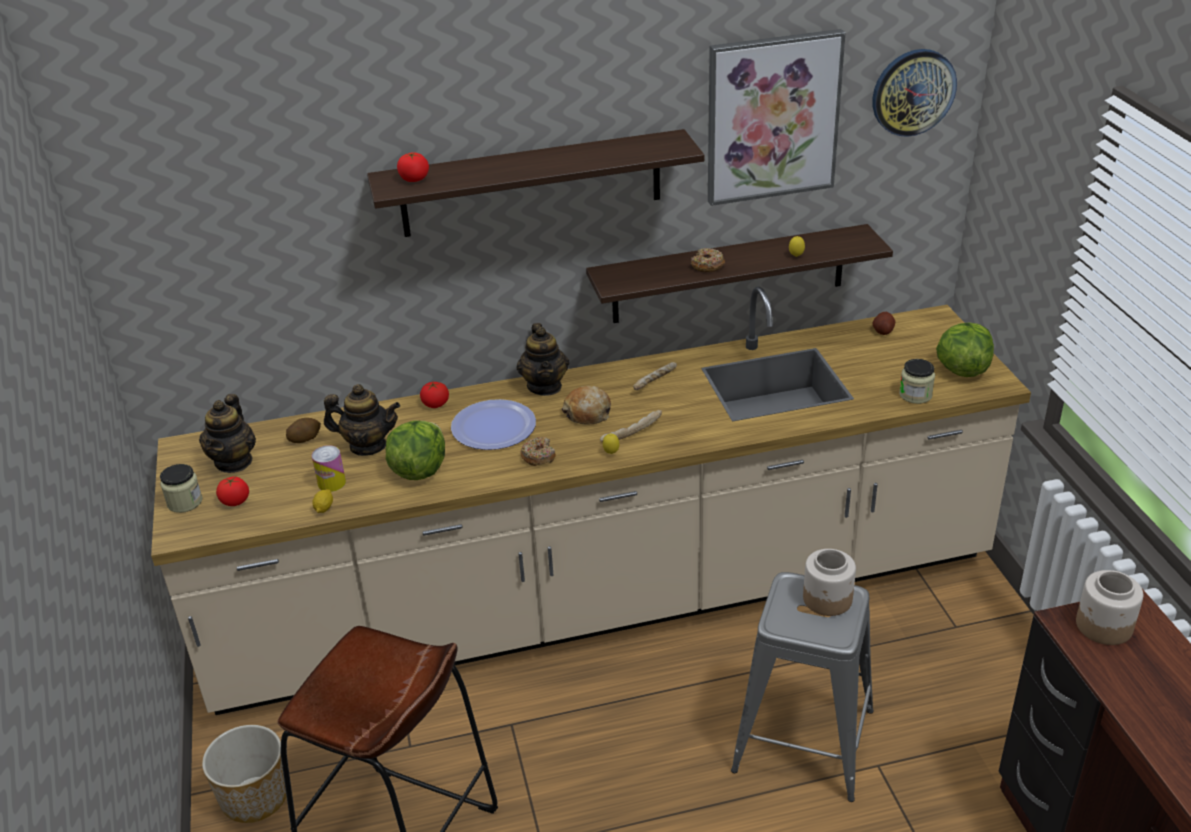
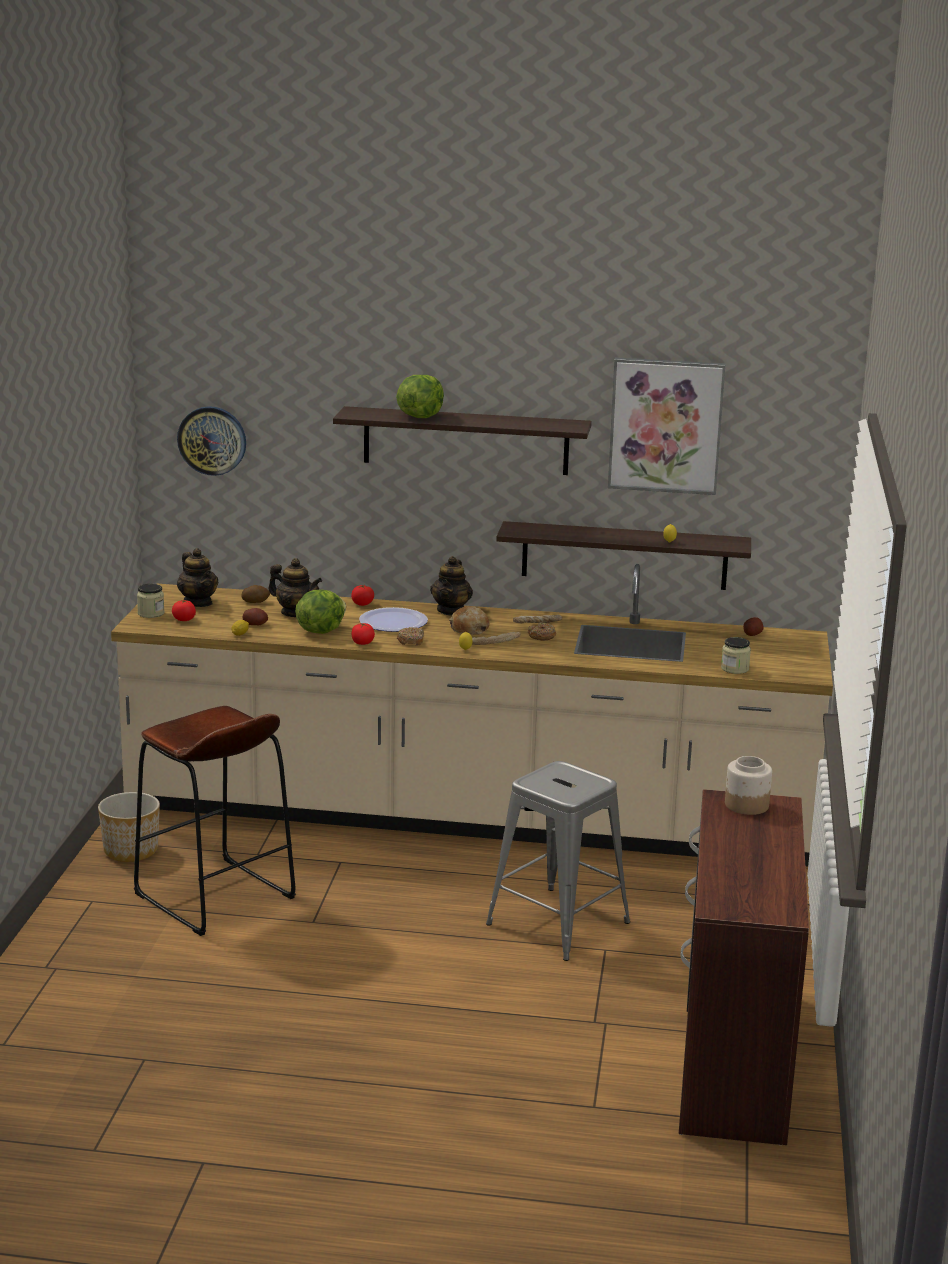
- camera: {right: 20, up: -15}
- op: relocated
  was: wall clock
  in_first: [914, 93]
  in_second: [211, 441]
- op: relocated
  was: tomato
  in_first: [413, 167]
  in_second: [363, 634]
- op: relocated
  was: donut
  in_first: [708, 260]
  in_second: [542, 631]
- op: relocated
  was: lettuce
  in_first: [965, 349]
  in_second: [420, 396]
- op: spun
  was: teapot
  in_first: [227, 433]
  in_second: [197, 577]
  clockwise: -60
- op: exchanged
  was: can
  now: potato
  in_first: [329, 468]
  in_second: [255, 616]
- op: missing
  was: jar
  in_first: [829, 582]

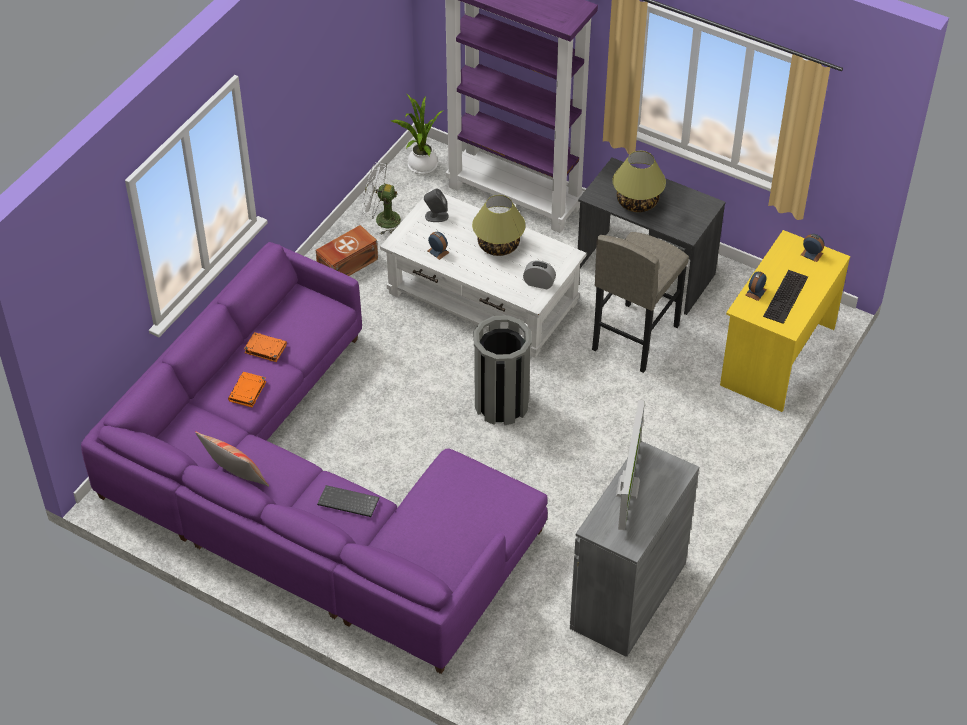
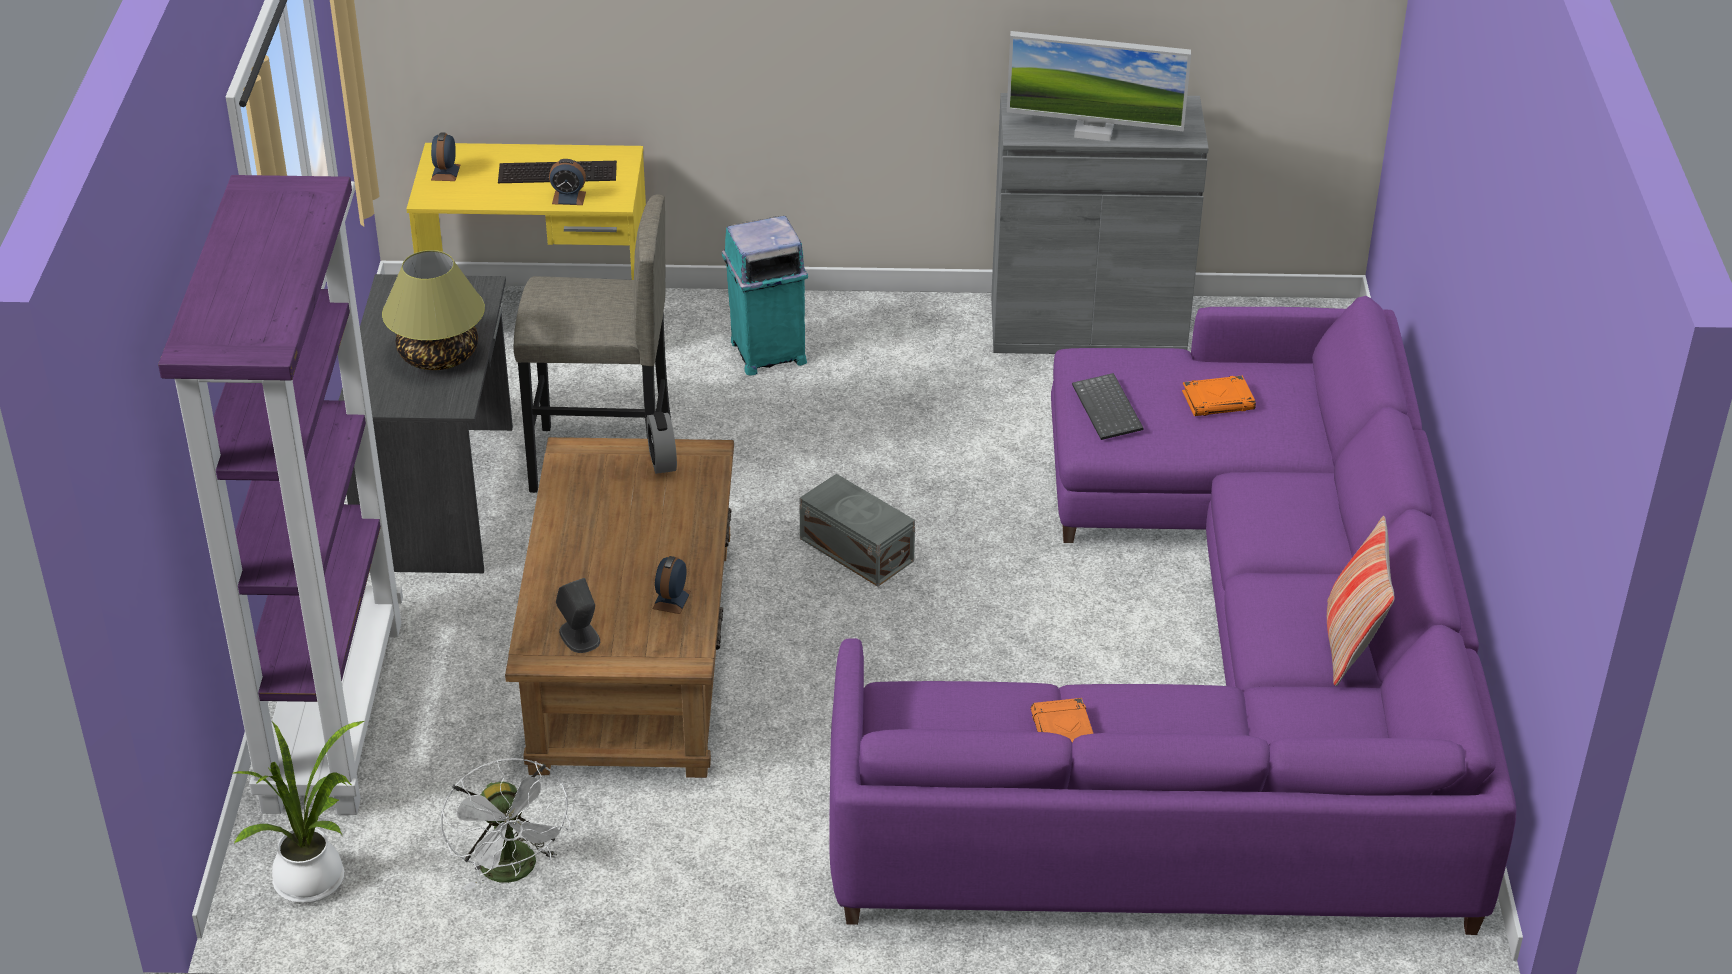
- camera: {right: -120, up: -10}
- op: colour
  was: white coffee table
  now: brown coffee table
  in_first: [483, 273]
  in_second: [619, 607]
- op: missing
  was: table lamp
  in_first: [499, 225]
- op: missing
  was: brown storage box
  in_first: [347, 250]
- op: exchanged
  was: grey trash can
  now: grey storage box
  in_first: [502, 370]
  in_second: [857, 530]
- op: relocated
  was: orange book
  in_first: [247, 389]
  in_second: [1219, 396]
- op: spun
  was: monitor
  in_first: [630, 465]
  in_second: [1099, 86]
  clockwise: -150
- op: relocated
  was: keyboard
  in_first: [348, 501]
  in_second: [1108, 406]
- op: appeared
  now: turquoise trash can
  in_second: [765, 296]

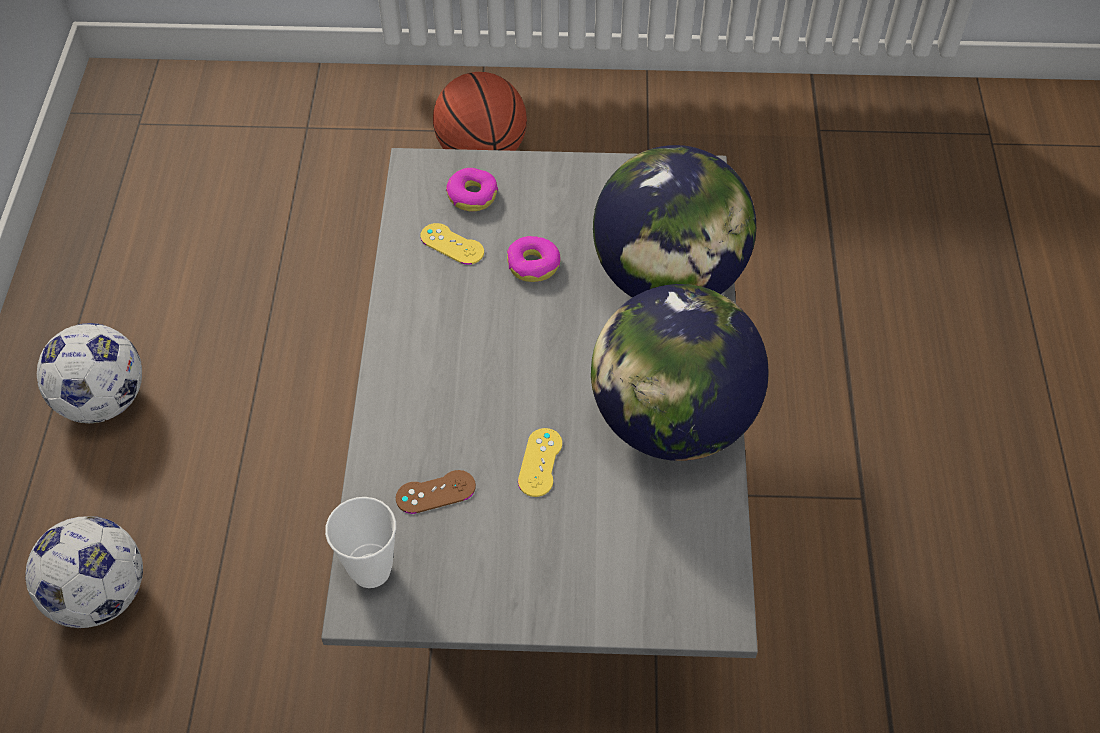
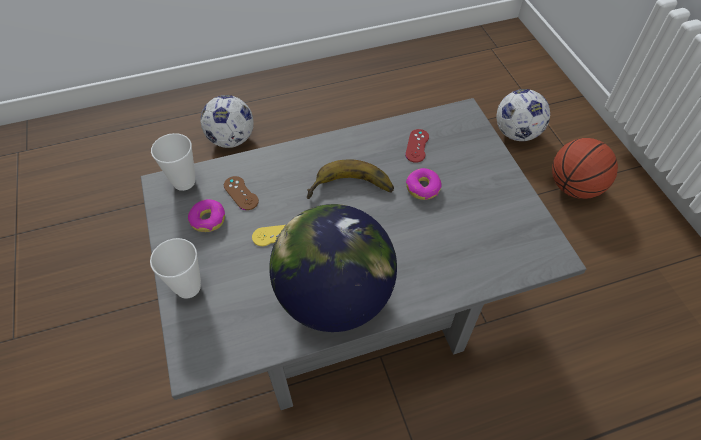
- camera: {right: 70, up: 0}
- op: missing
  was: globe
  in_first: [674, 221]
- op: relocated
  was: donut
  in_first: [472, 189]
  in_second: [206, 215]
- op: colour
  was: yellow game controller
  now: red game controller
  in_first: [452, 244]
  in_second: [417, 146]
- op: relocated
  was: football
  in_first: [89, 373]
  in_second: [523, 115]
- op: appeared
  now: banana
  in_second: [350, 179]
- op: appeared
  now: cup
  in_second: [175, 268]

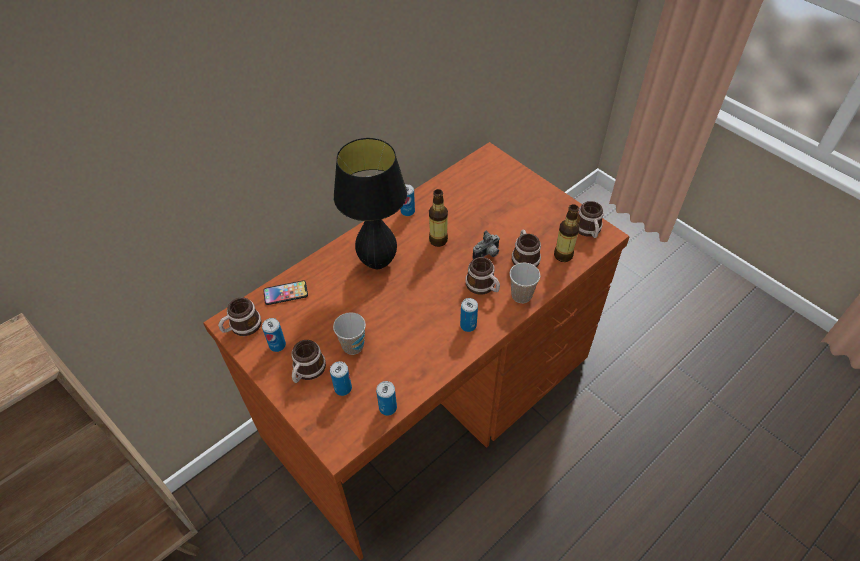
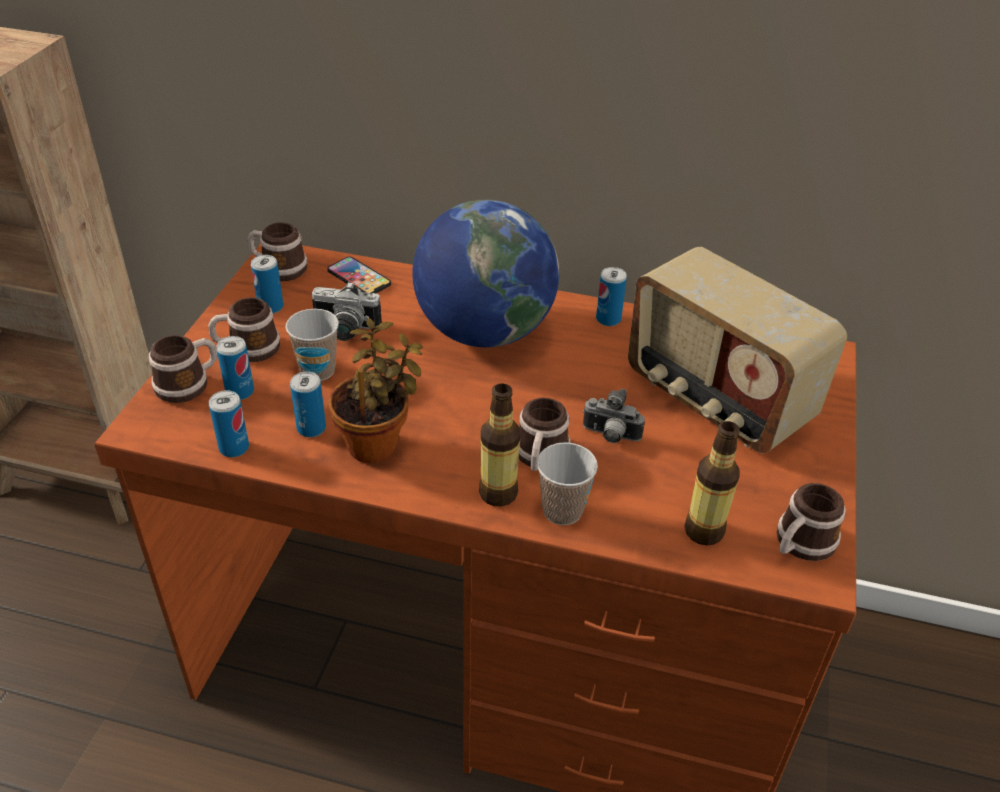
- camera: {right: 55, up: -10}
- op: exchanged
  was: black table lamp
  now: globe
  in_first: [370, 203]
  in_second: [485, 273]
- op: relocated
  was: bottle
  in_first: [438, 218]
  in_second: [500, 444]
- op: relocated
  was: mug
  in_first: [526, 248]
  in_second: [183, 369]
- op: relocated
  was: can
  in_first: [469, 315]
  in_second: [308, 404]
- op: appeared
  now: radio
  in_second: [737, 350]
- op: appeared
  now: photo camera
  in_second: [347, 311]
- op: appeared
  now: potted plant
  in_second: [375, 390]

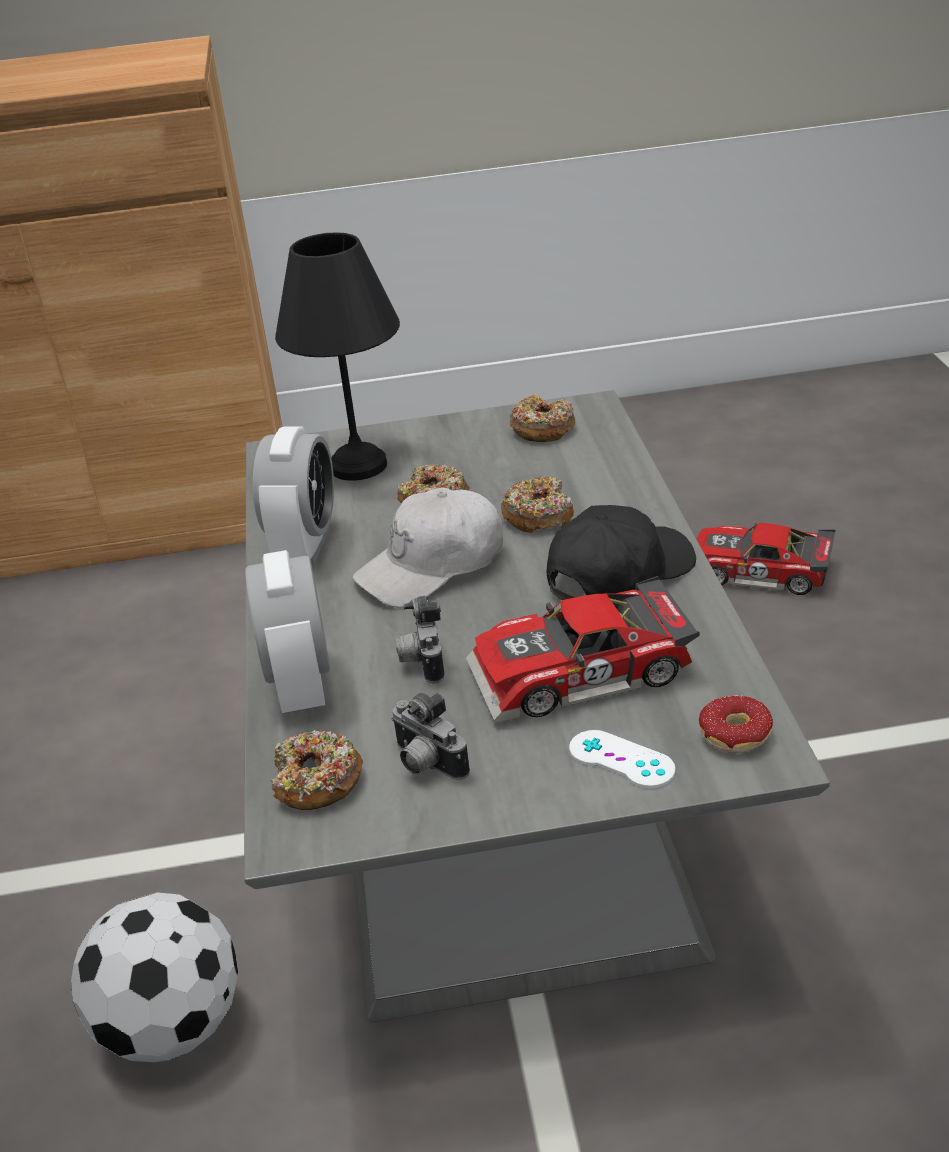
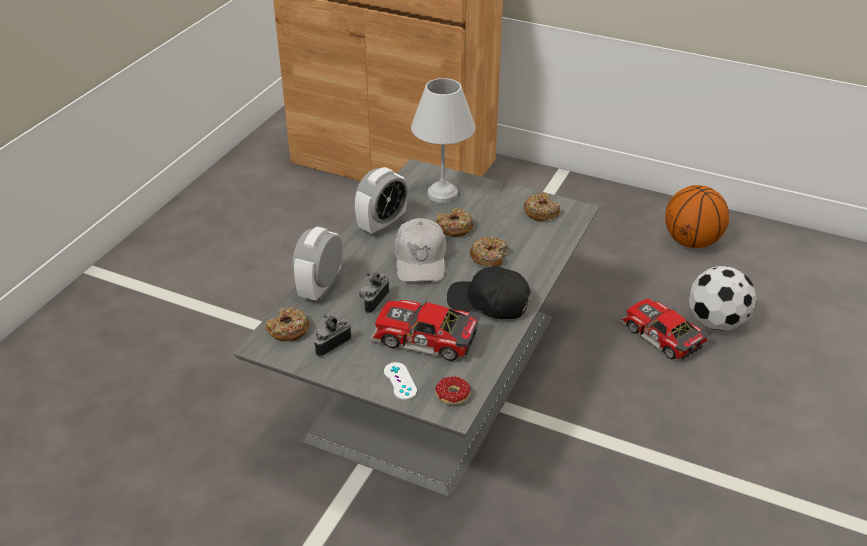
- camera: {right: 30, up: 5}
- op: colour
  was: black table lamp
  now: white table lamp
  in_first: [337, 356]
  in_second: [443, 140]
- op: spun
  was: white cap
  in_first: [427, 547]
  in_second: [420, 250]
  clockwise: -90
- op: spun
  was: black cap
  in_first: [621, 552]
  in_second: [489, 292]
  clockwise: -150
- op: spun
  was: photo camera
  in_first: [430, 736]
  in_second: [332, 336]
  clockwise: 60
- op: relocated
  was: football
  in_first: [154, 977]
  in_second: [723, 298]
- op: appeared
  now: basketball
  in_second: [697, 216]

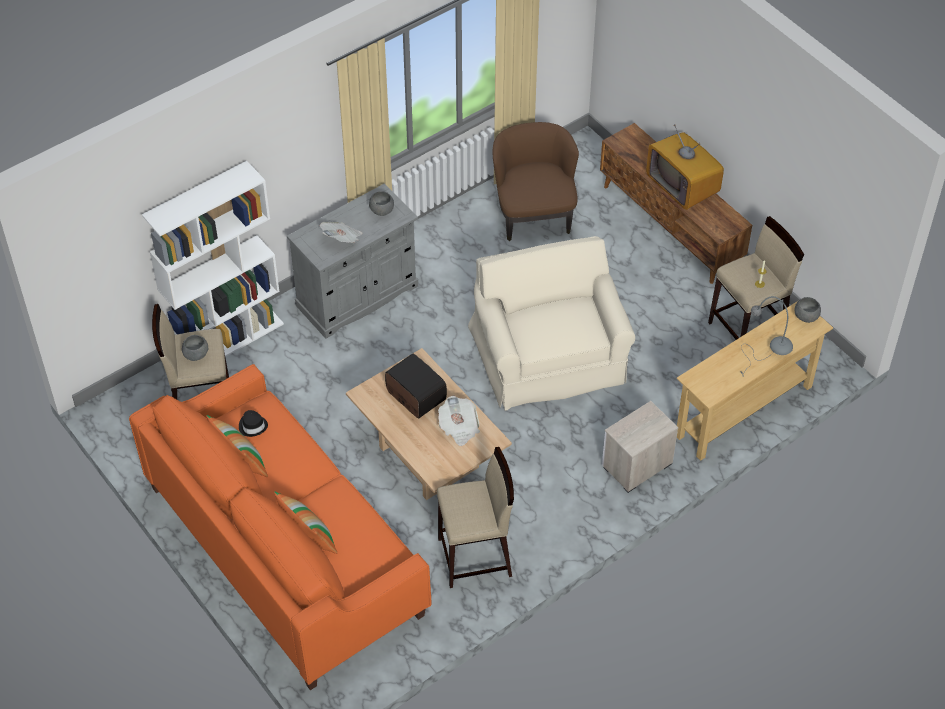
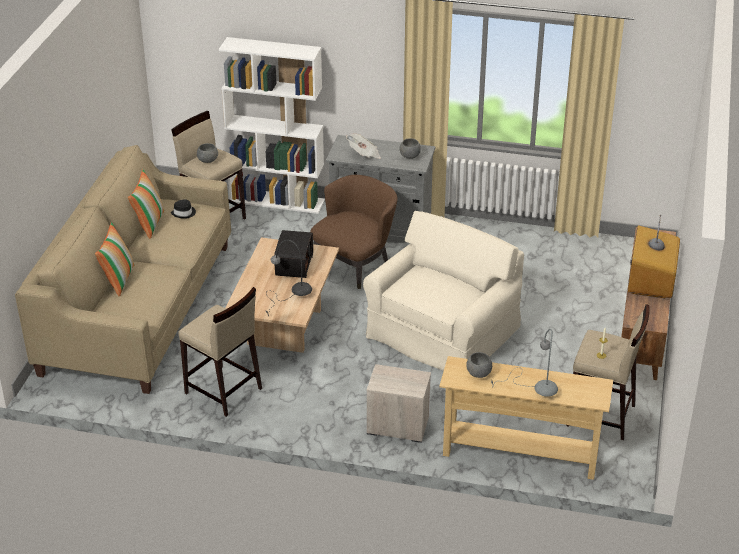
- camera: {right: 50, up: -15}
- op: relocated
  was: brown armchair
  in_first: [536, 181]
  in_second: [354, 232]
- op: relocated
  was: grey bowl
  in_first: [808, 310]
  in_second: [479, 365]
- op: colour
  was: orange sofa
  now: beige sofa
  in_first: [280, 527]
  in_second: [123, 269]
- op: exchanged
  was: newspaper
  now: grey table lamp
  in_first: [459, 421]
  in_second: [289, 278]

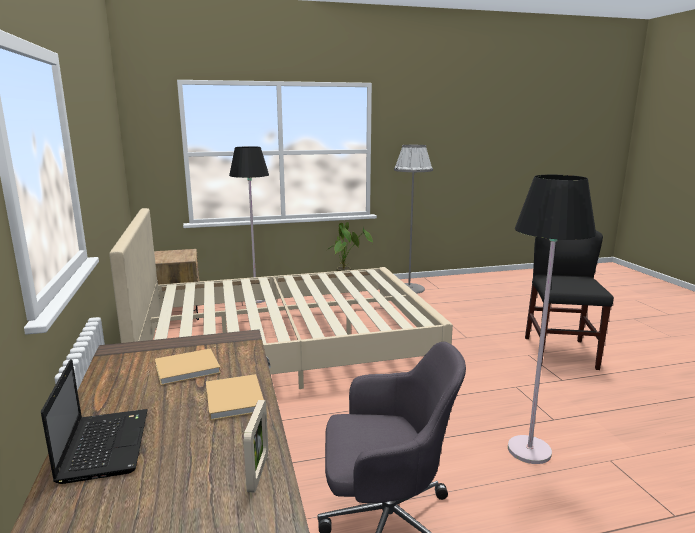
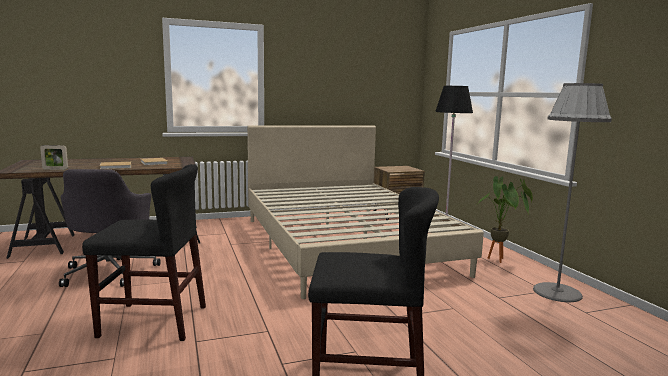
- camera: {right: 85, up: -5}
- op: exchanged
  was: black floor lamp
  now: black chair
  in_first: [552, 319]
  in_second: [144, 252]
- op: missing
  was: laptop
  in_first: [94, 421]

